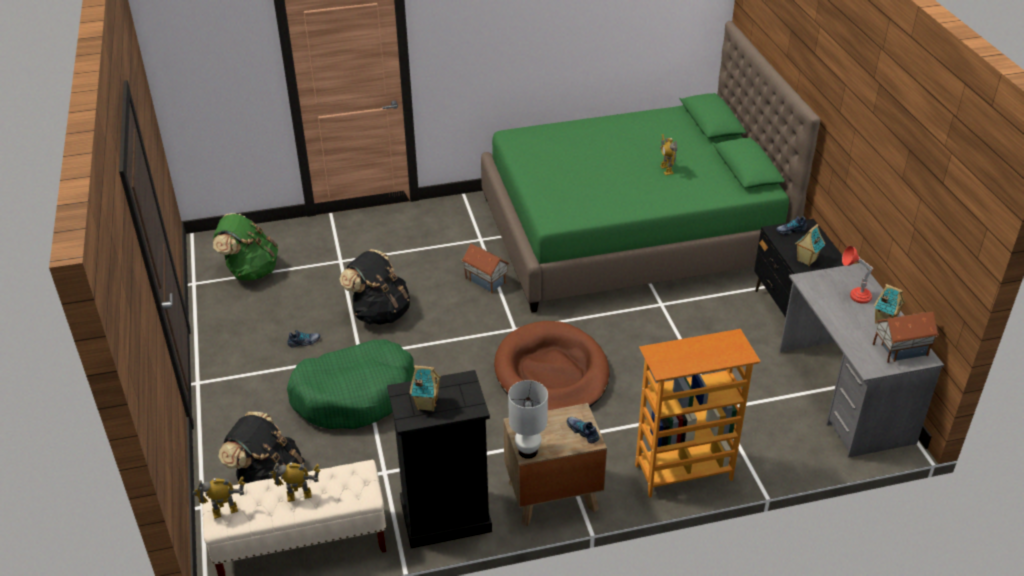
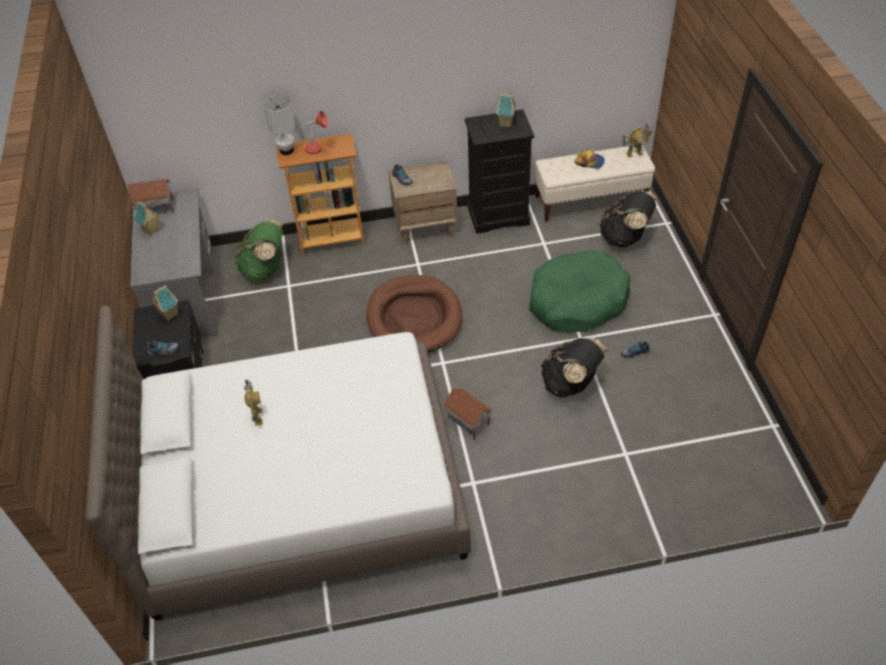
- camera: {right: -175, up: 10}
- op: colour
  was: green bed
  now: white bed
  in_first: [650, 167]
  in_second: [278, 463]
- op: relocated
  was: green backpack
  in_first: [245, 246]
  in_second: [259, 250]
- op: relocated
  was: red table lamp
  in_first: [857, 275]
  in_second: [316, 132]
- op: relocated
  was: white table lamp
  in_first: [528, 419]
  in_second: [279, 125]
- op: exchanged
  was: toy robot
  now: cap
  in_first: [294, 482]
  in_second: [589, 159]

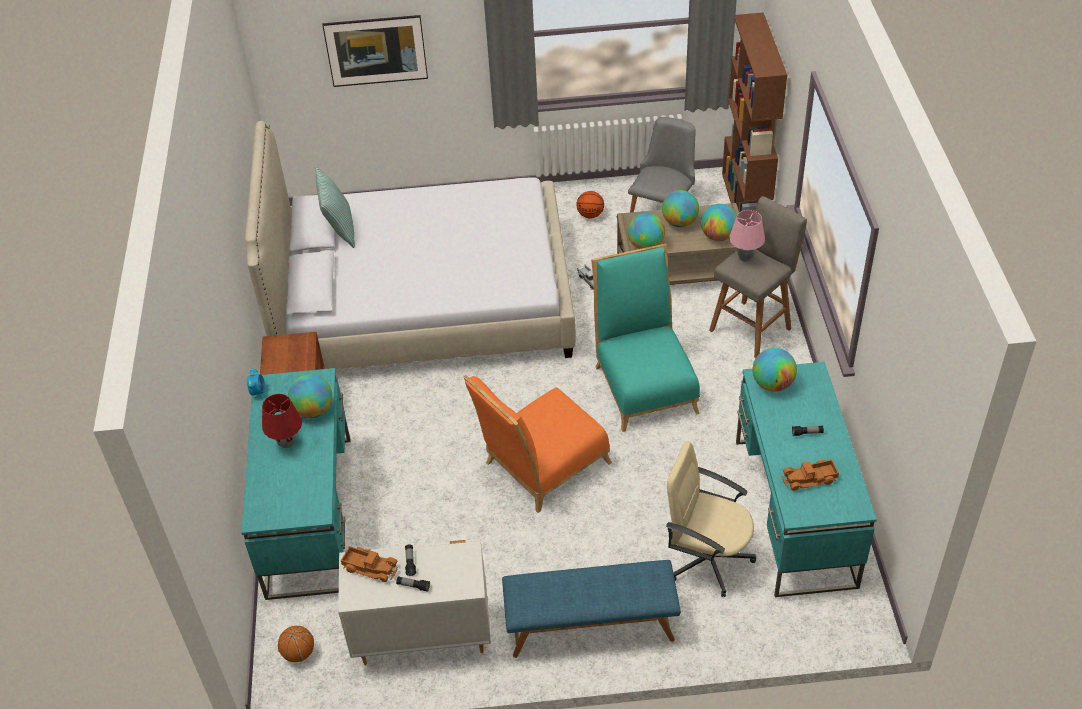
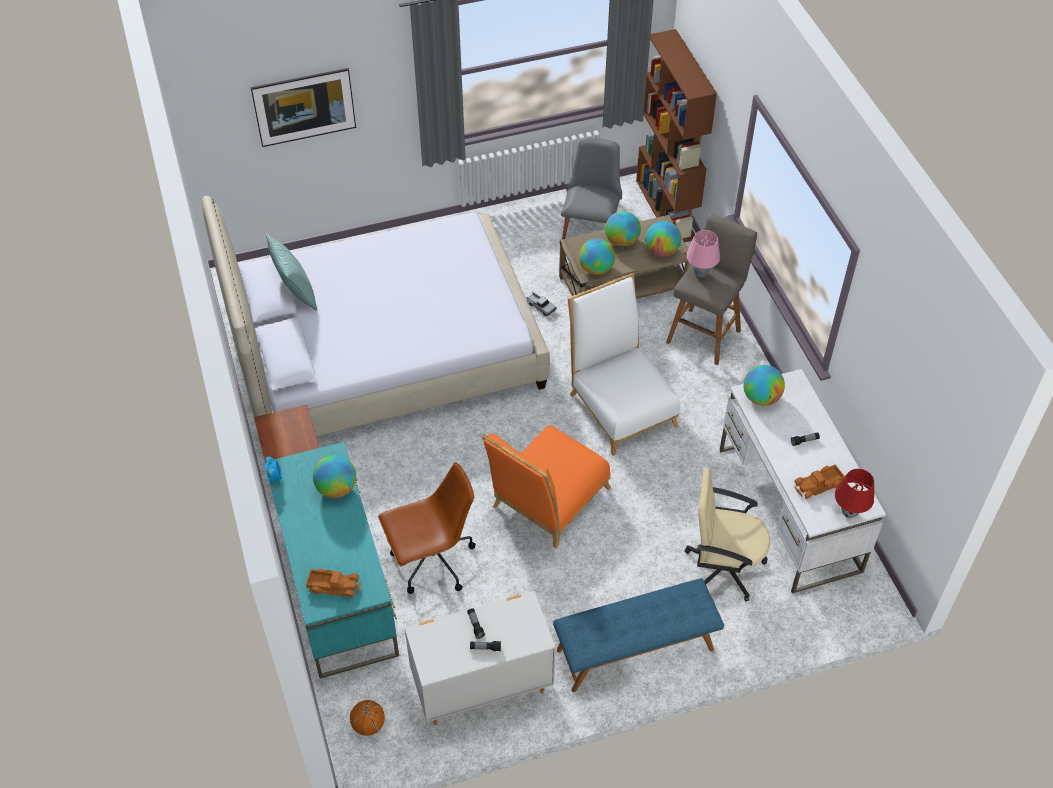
- camera: {right: -15, up: 5}
- op: missing
  was: basketball
  in_first: [590, 204]
- op: colour
  was: turquoise chair
  now: white chair
  in_first: [645, 338]
  in_second: [624, 364]
- op: colour
  was: turquoise desk
  now: white desk
  in_first: [806, 479]
  in_second: [802, 481]
- op: relocated
  was: red table lamp
  in_first: [282, 421]
  in_second: [854, 493]
- op: relocated
  was: toy truck
  in_first: [369, 564]
  in_second: [333, 583]
- op: appeared
  now: brown office chair
  in_second: [427, 528]

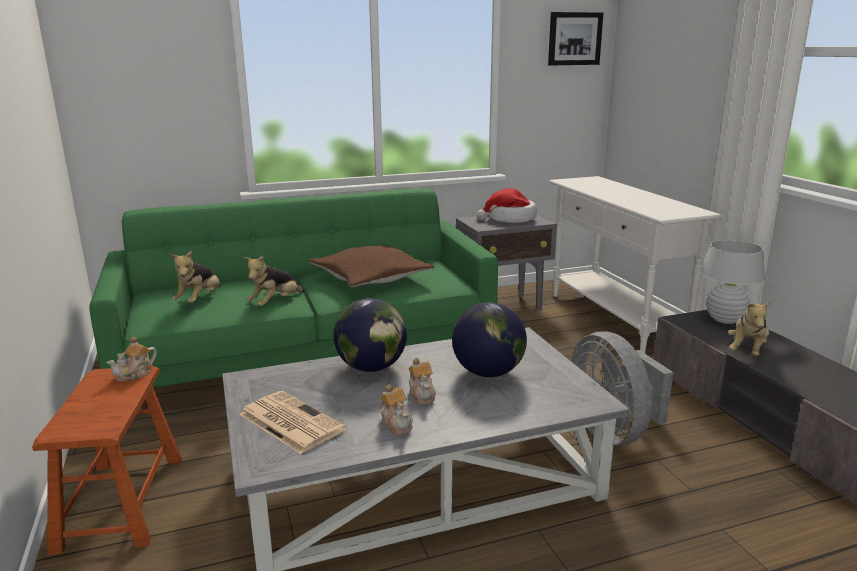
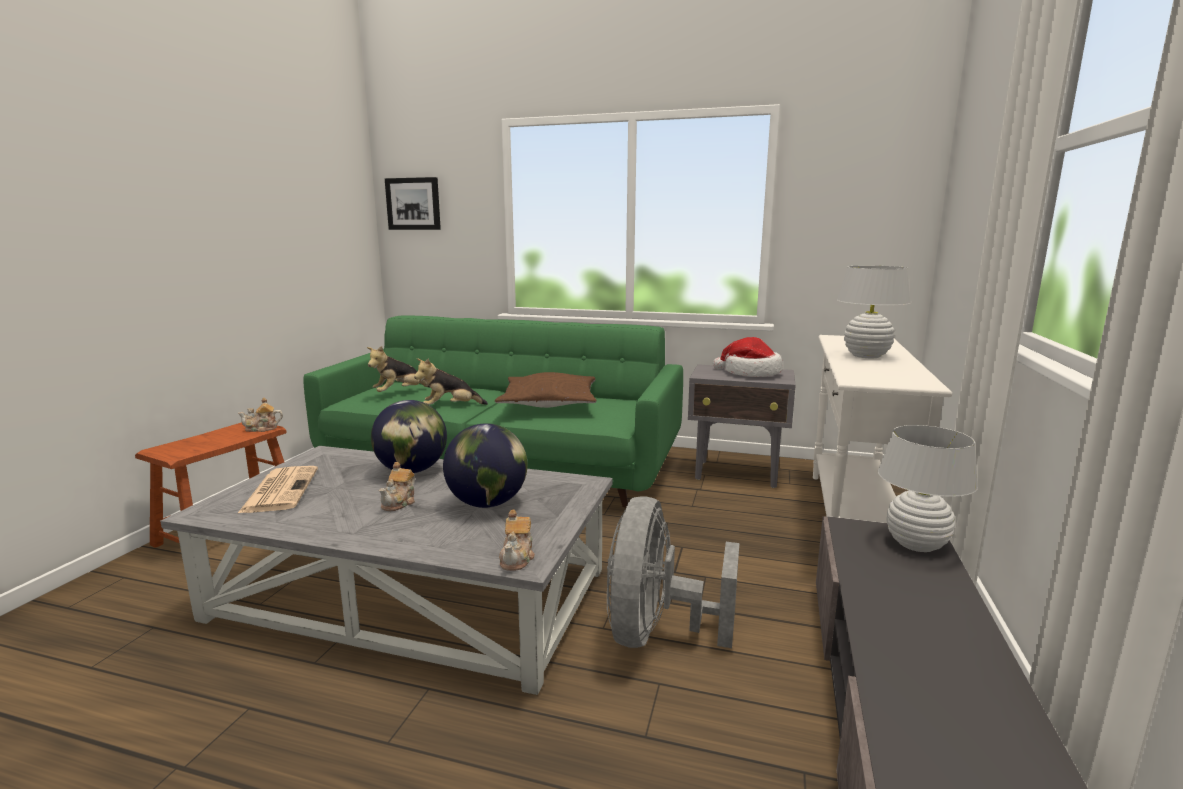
- camera: {right: 35, up: -5}
- op: relocated
  was: picture
  in_first: [575, 39]
  in_second: [413, 203]
- op: missing
  was: plush toy
  in_first: [749, 328]
- op: relocated
  was: teapot
  in_first: [396, 409]
  in_second: [517, 540]
- op: appeared
  now: white table lamp
  in_second: [873, 312]

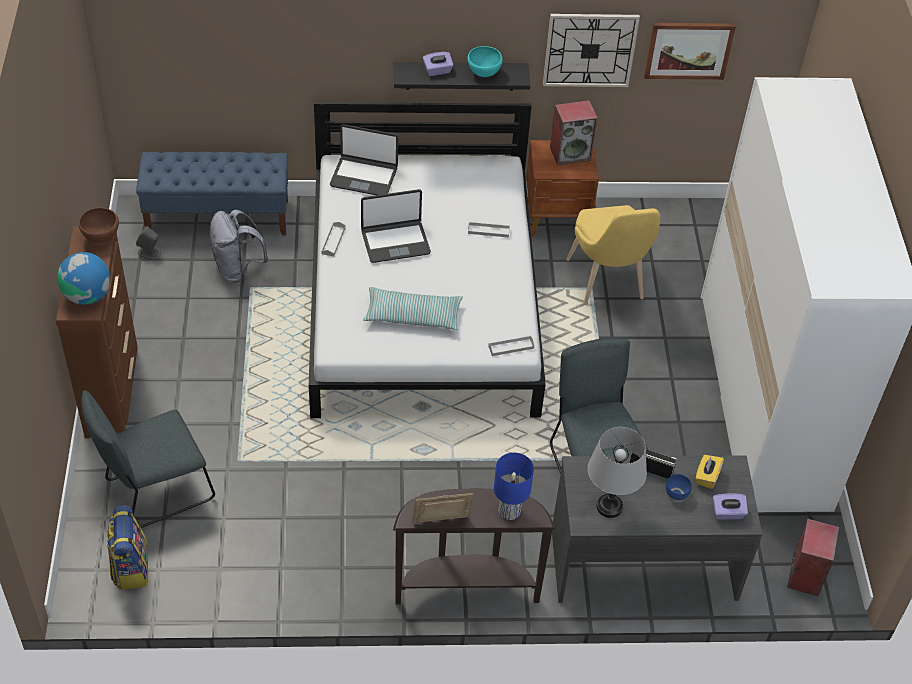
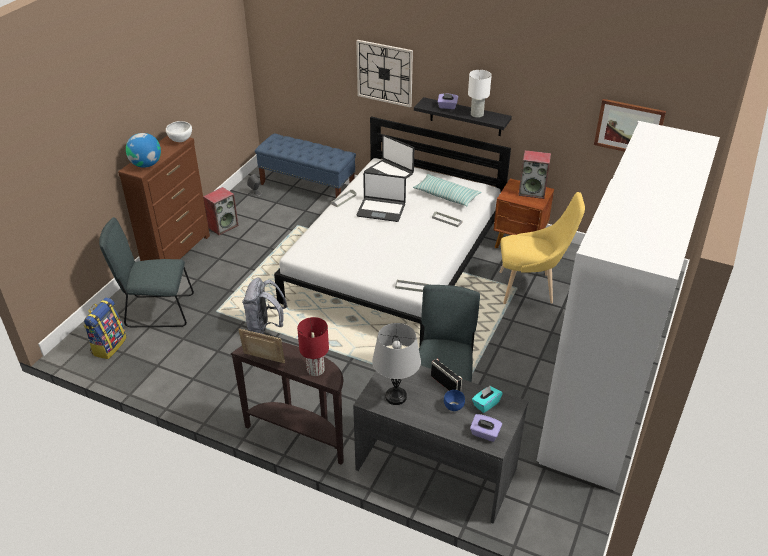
- camera: {right: 30, up: -10}
- op: relocated
  was: wall clock
  in_first: [591, 50]
  in_second: [384, 74]
- op: exchanged
  was: turquoise bowl
  now: white table lamp
  in_first: [485, 61]
  in_second: [480, 94]
- op: spun
  was: yellow chair
  in_first: [613, 255]
  in_second: [542, 248]
  clockwise: -105
- op: colour
  was: brown bowl
  now: white bowl
  in_first: [99, 225]
  in_second: [179, 131]
- op: relocated
  was: grey backpack
  in_first: [238, 246]
  in_second: [264, 306]
- op: relocated
  was: pillow
  in_first: [413, 308]
  in_second: [447, 190]
- op: colour
  was: blue table lamp
  now: red table lamp
  in_first: [514, 486]
  in_second: [313, 346]
- op: colour
  was: yellow tissue box
  now: turquoise tissue box
  in_first: [710, 472]
  in_second: [487, 399]
- op: relocated
  was: speaker
  in_first: [813, 557]
  in_second: [220, 211]

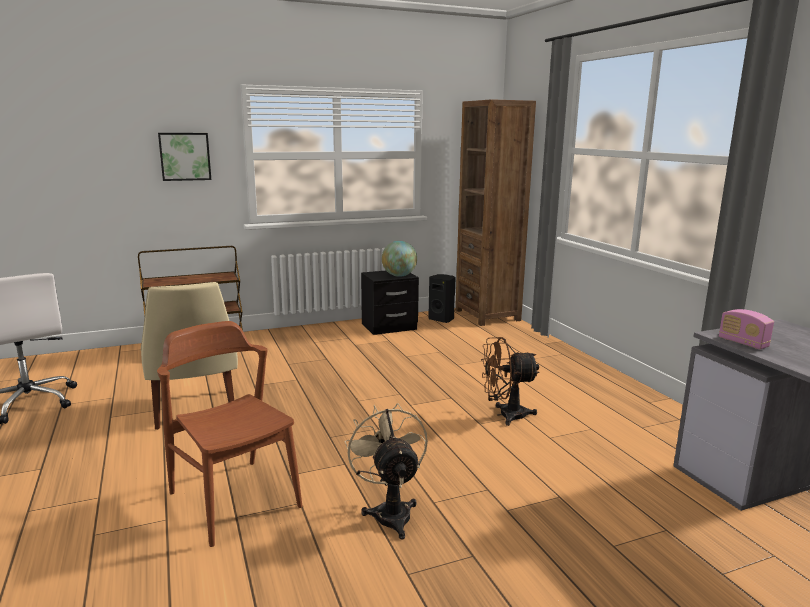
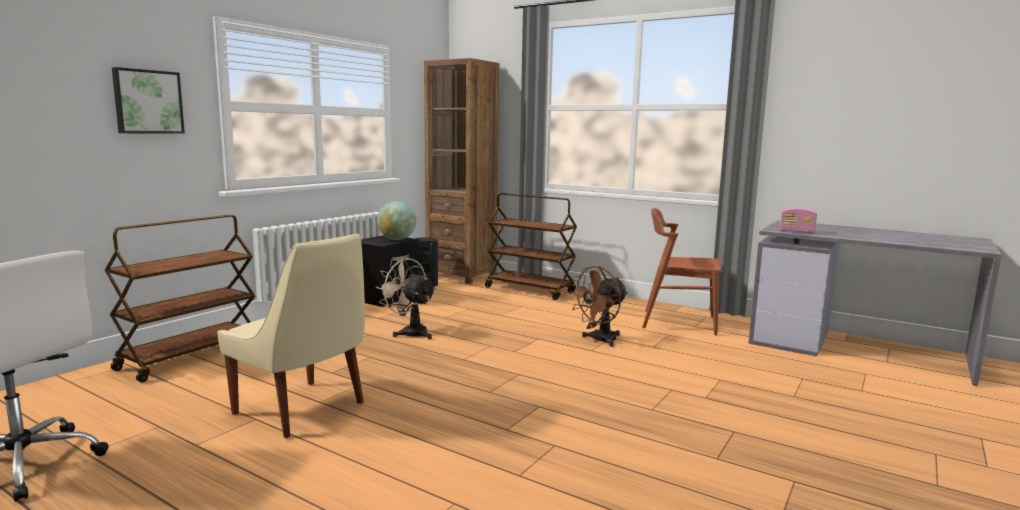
- camera: {right: -35, up: -5}
- op: relocated
  was: brown chair
  in_first: [229, 434]
  in_second: [682, 271]
- op: relocated
  was: beige fan
  in_first: [386, 471]
  in_second: [406, 298]
- op: appeared
  now: brown cart
  in_second: [531, 246]

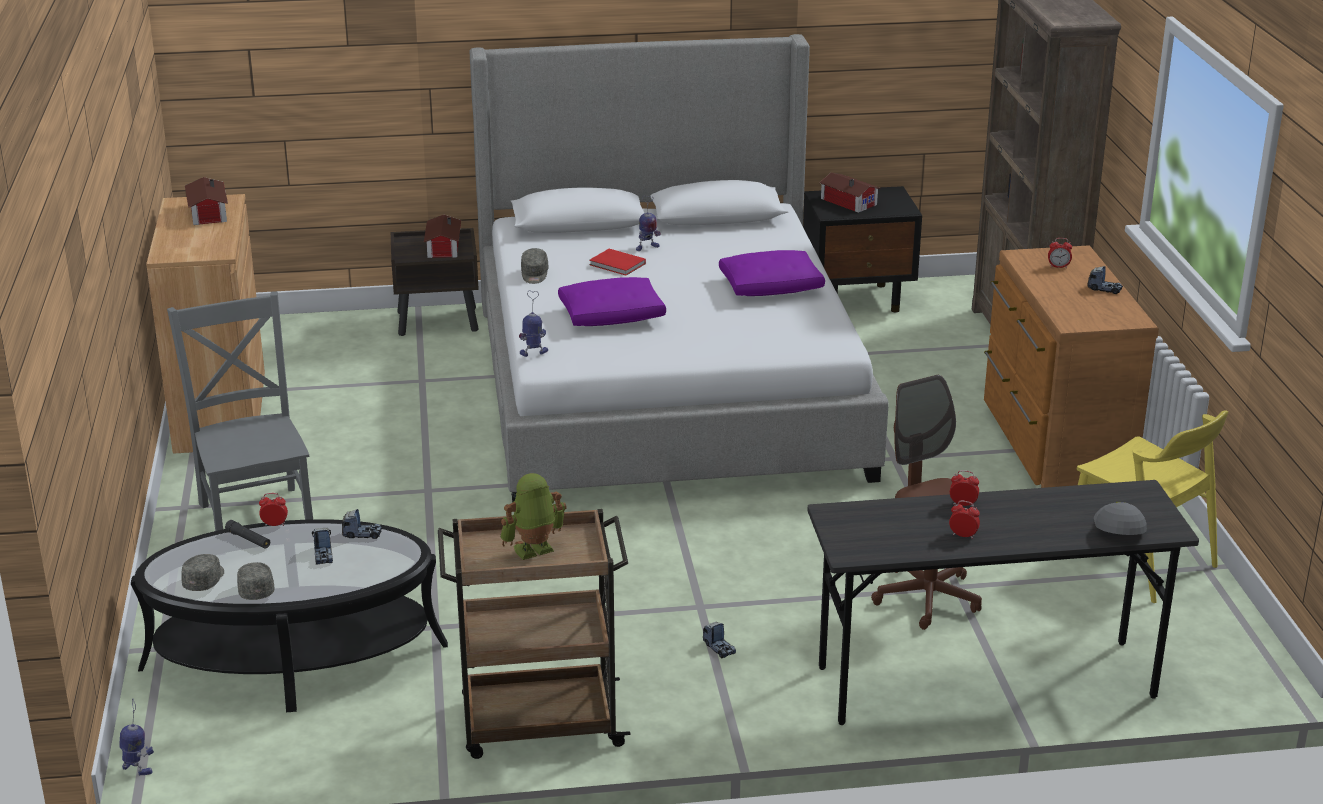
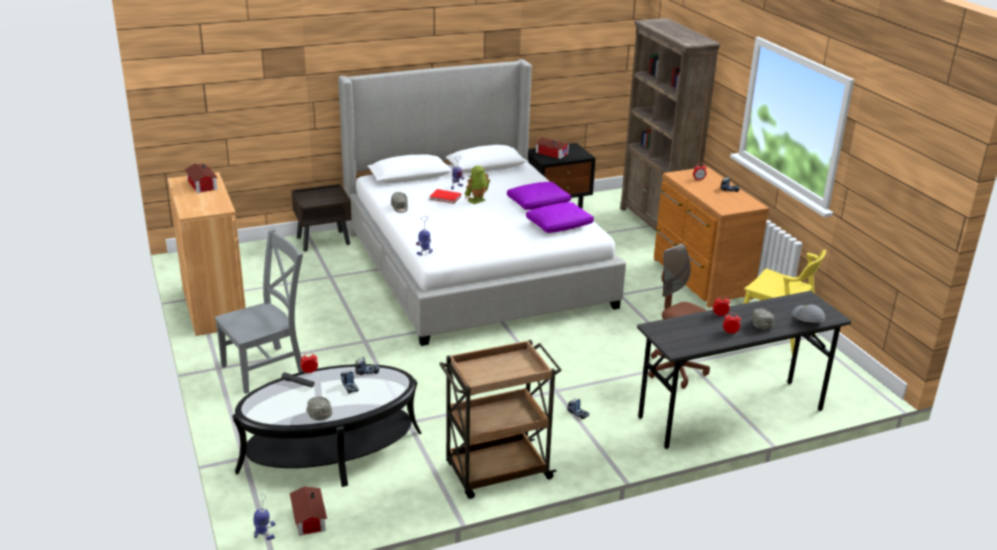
- camera: {right: -15, up: 0}
- op: relocated
  was: toy house
  in_first: [442, 236]
  in_second: [308, 511]
- op: relocated
  was: purple pillow
  in_first: [612, 301]
  in_second: [560, 217]
- op: spun
  was: grey chair
  in_first: [240, 411]
  in_second: [259, 311]
  clockwise: 90
- op: relocated
  was: toy robot
  in_first: [533, 516]
  in_second: [477, 185]
- op: relocated
  was: grey cap
  in_first: [202, 572]
  in_second: [762, 319]

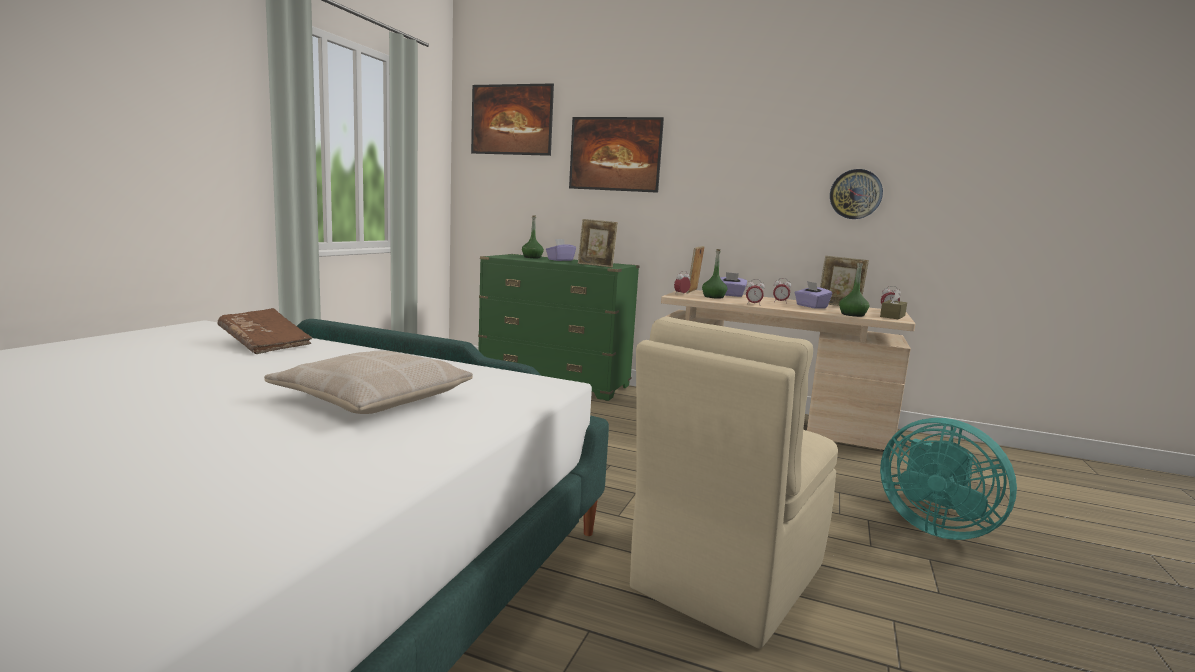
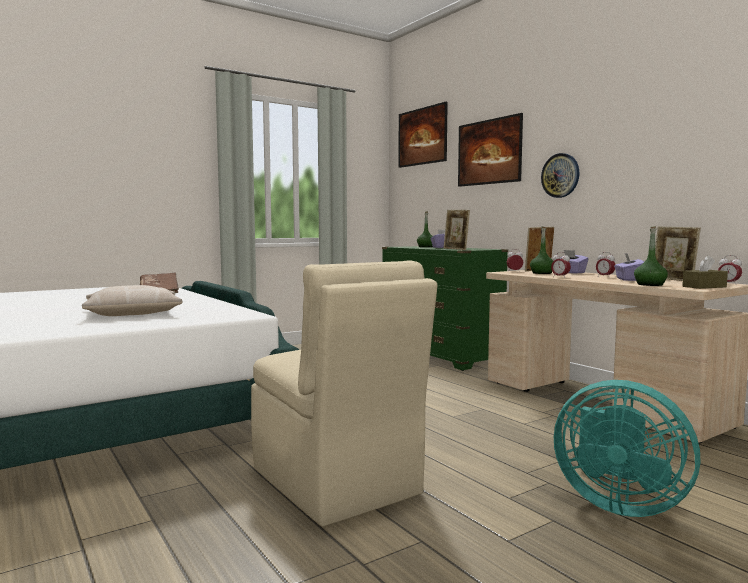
- camera: {right: 35, up: -5}
- op: relocated
  was: wall clock
  in_first: [856, 194]
  in_second: [560, 175]
- op: spun
  was: beige chair
  in_first: [734, 483]
  in_second: [344, 393]
  clockwise: -105
- op: spun
  was: turquoise fan
  in_first: [948, 479]
  in_second: [627, 448]
  clockwise: -45

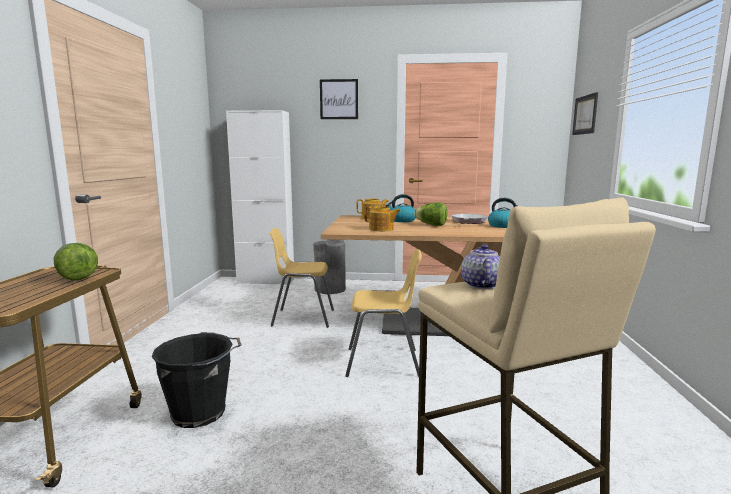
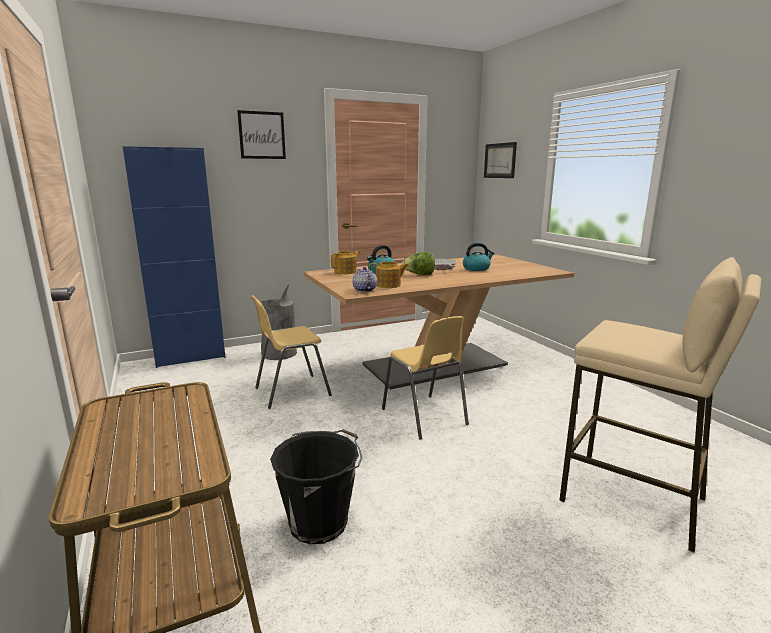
- camera: {right: -30, up: 5}
- op: colour
  was: white cabinet
  now: blue cabinet
  in_first: [260, 197]
  in_second: [174, 257]
- op: missing
  was: lettuce
  in_first: [75, 261]
- op: relocated
  was: teapot
  in_first: [480, 266]
  in_second: [364, 279]
- op: spun
  was: yellow chair
  in_first: [383, 313]
  in_second: [425, 377]
  clockwise: 90

